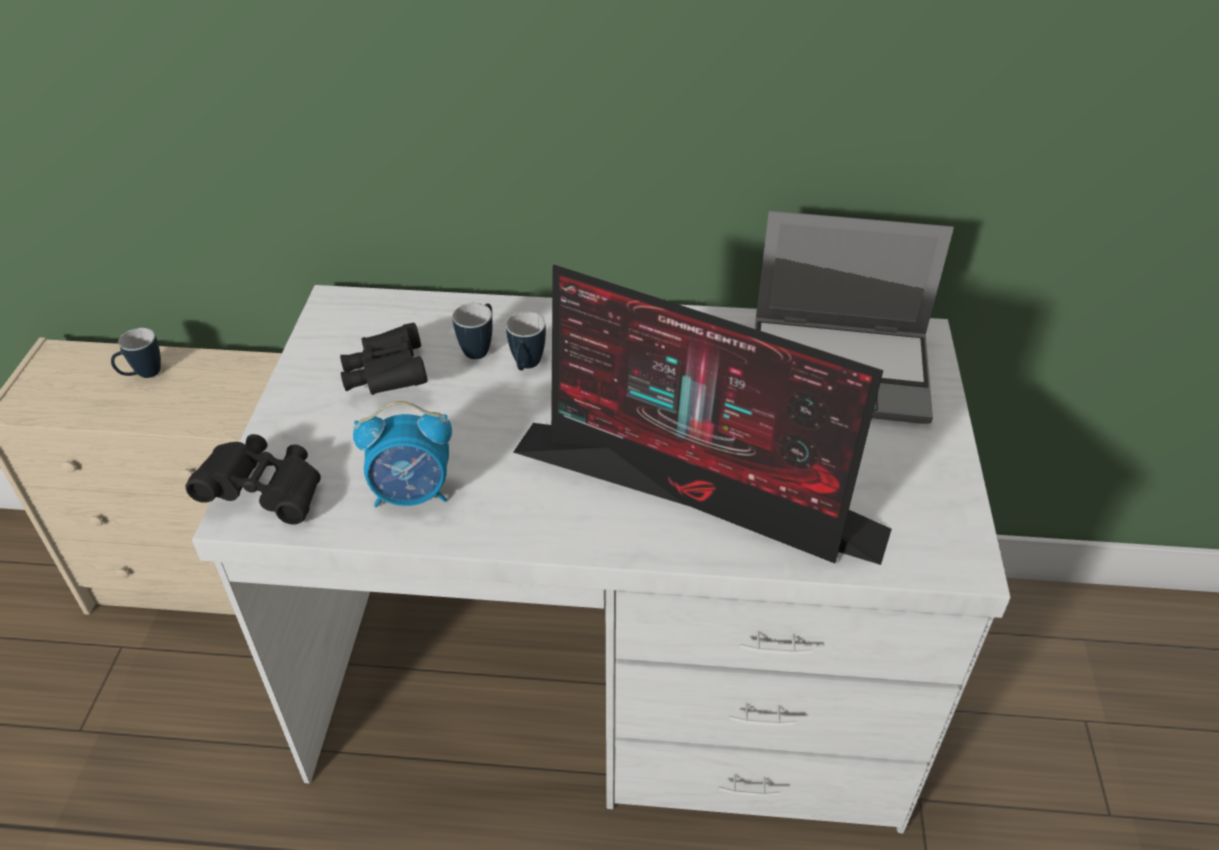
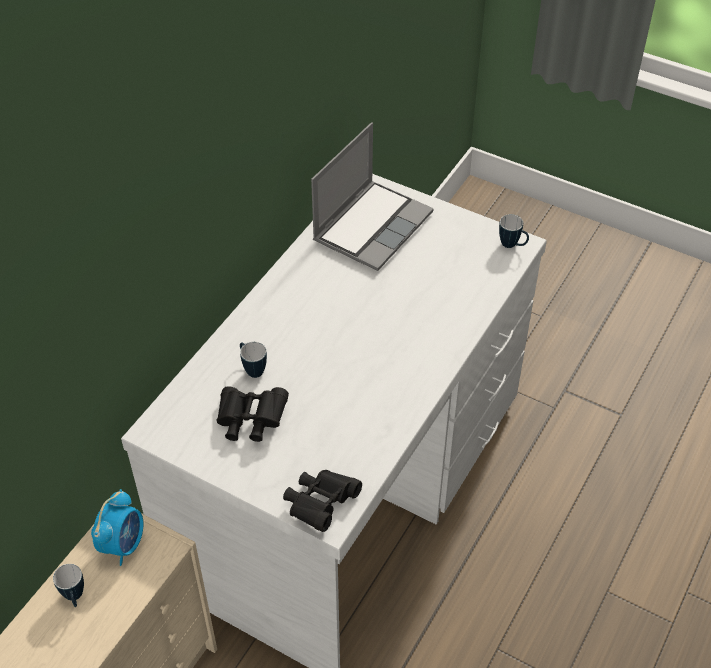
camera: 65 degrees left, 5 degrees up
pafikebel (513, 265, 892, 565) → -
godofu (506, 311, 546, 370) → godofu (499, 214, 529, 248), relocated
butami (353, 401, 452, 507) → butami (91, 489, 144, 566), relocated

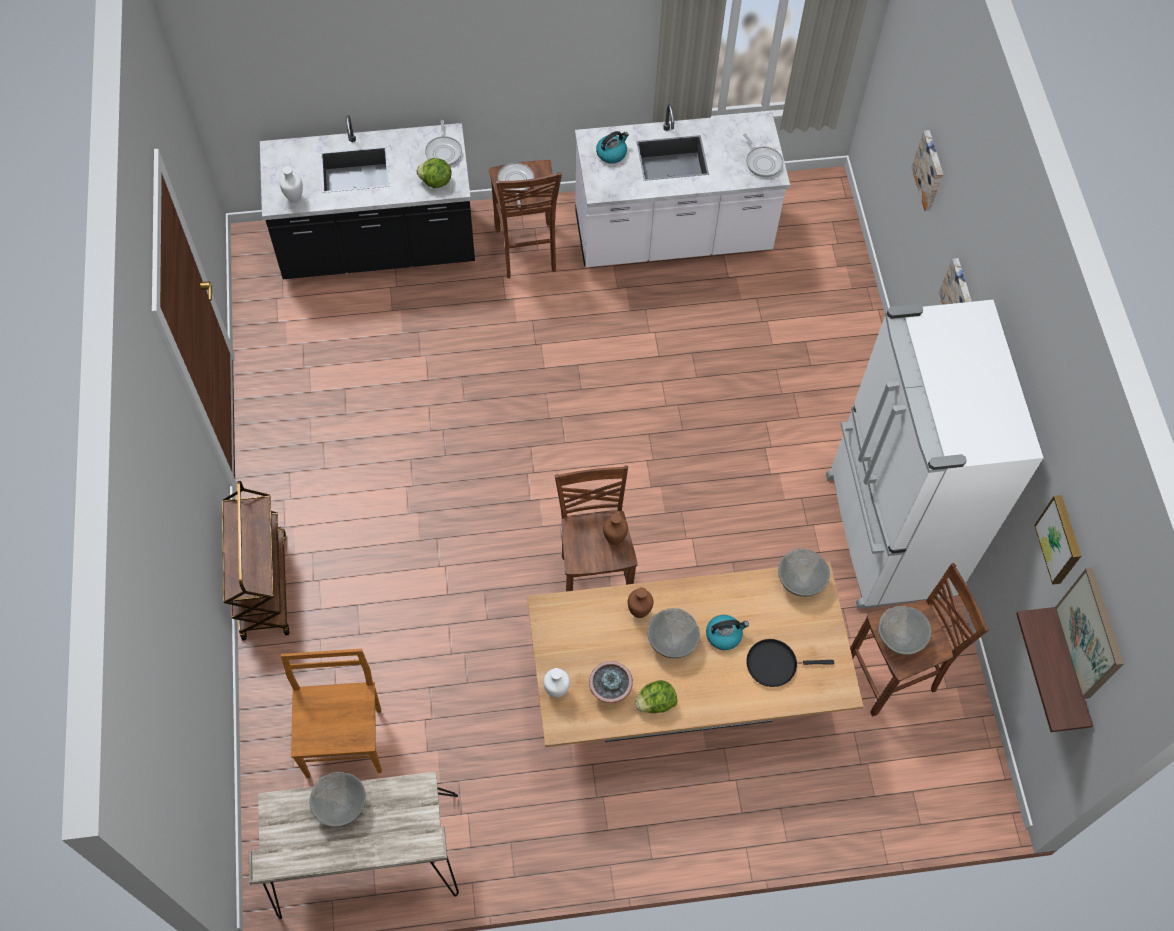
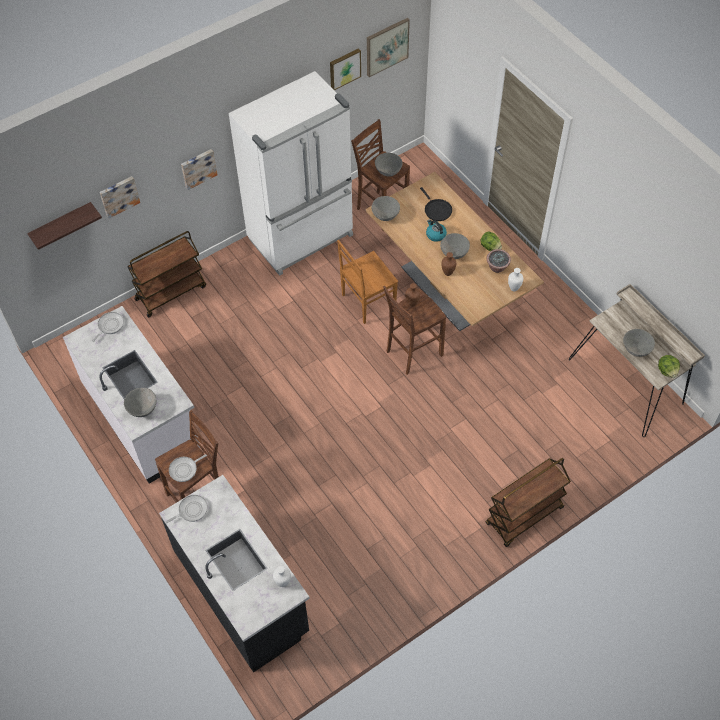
camera: 115 degrees left, 5 degrees down
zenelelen (596, 131, 629, 164) → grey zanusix (124, 388, 156, 417)
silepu (417, 158, 451, 188) → silepu (658, 355, 680, 378), relocated
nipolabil (1016, 607, 1093, 732) → nipolabil (27, 202, 102, 250), relocated
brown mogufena (281, 649, 382, 778) → brown mogufena (337, 240, 398, 324), relocated
- → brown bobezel (127, 231, 206, 317)

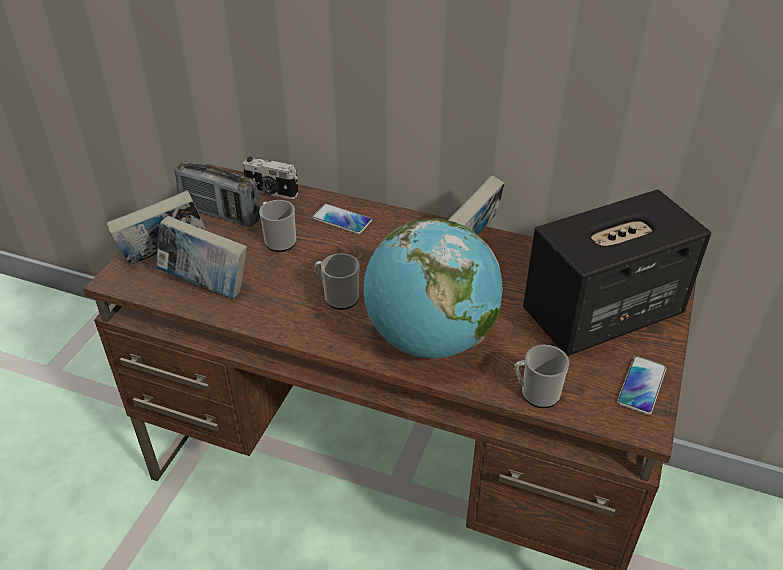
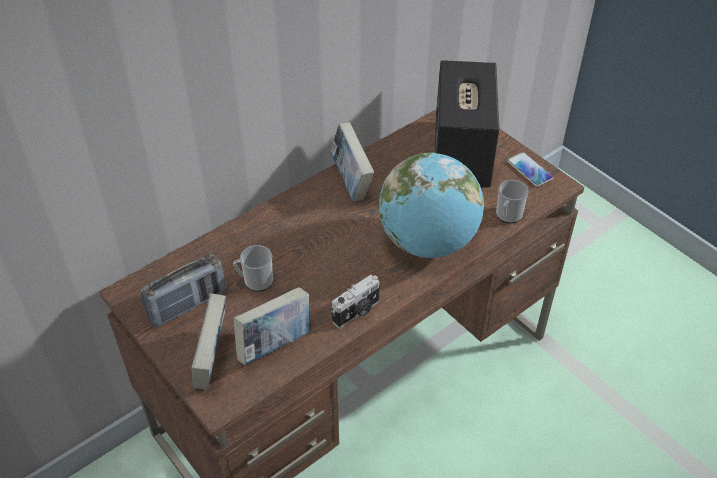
camera: 60 degrees left, 5 degrees up
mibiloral (243, 156, 298, 199) → mibiloral (332, 275, 380, 328), relocated
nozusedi (312, 204, 372, 234) → -
godofu (315, 253, 359, 310) → -

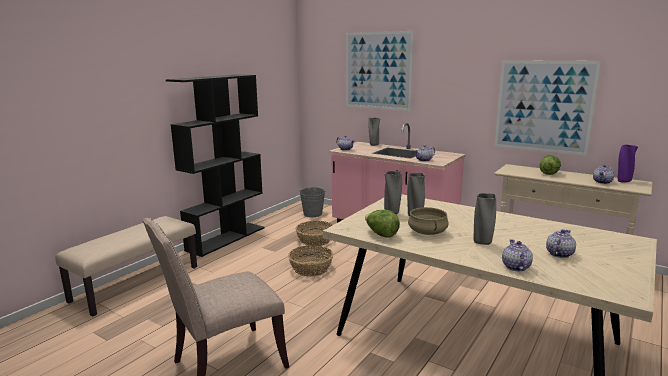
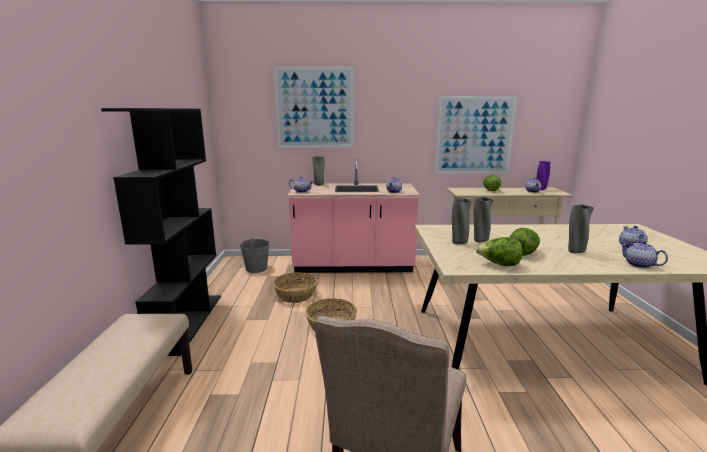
camera: 35 degrees left, 0 degrees up
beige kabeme (408, 207, 448, 235) → silepu (510, 228, 540, 256)

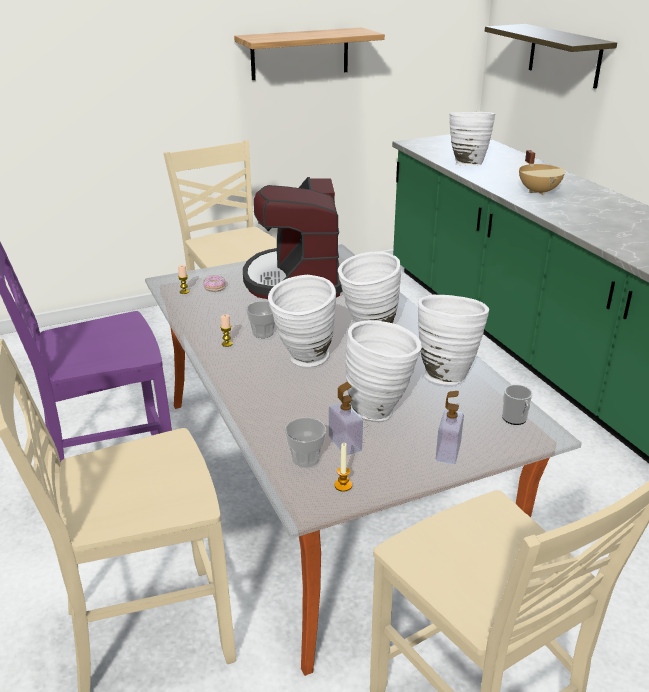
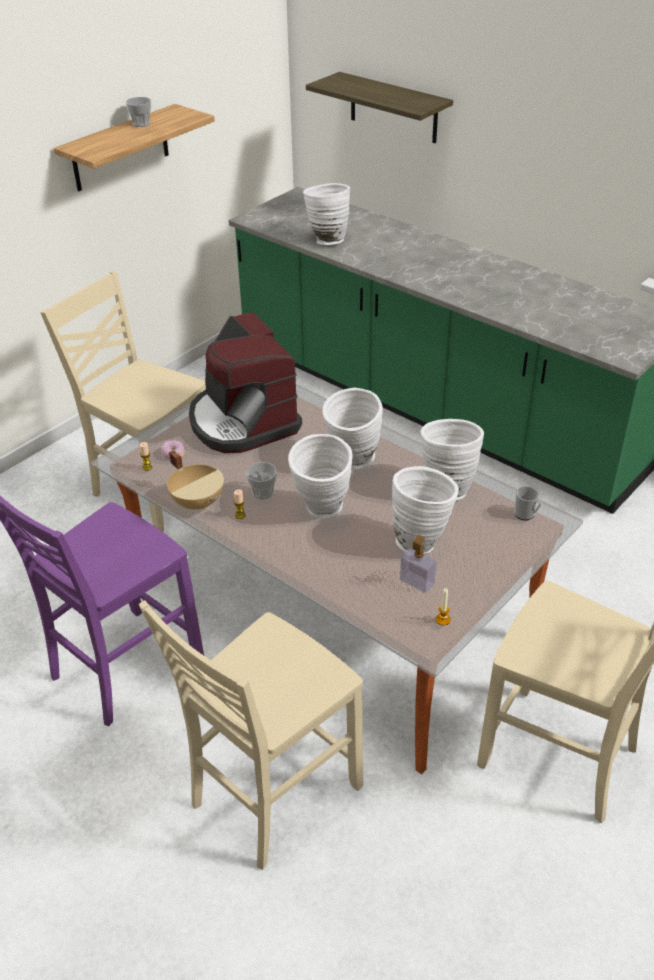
camera: 25 degrees left, 10 degrees up
beige kabeme (519, 150, 565, 195) → beige kabeme (167, 450, 224, 510), relocated
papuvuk (436, 391, 464, 464) → -
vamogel (285, 418, 326, 467) → vamogel (125, 97, 151, 127), relocated

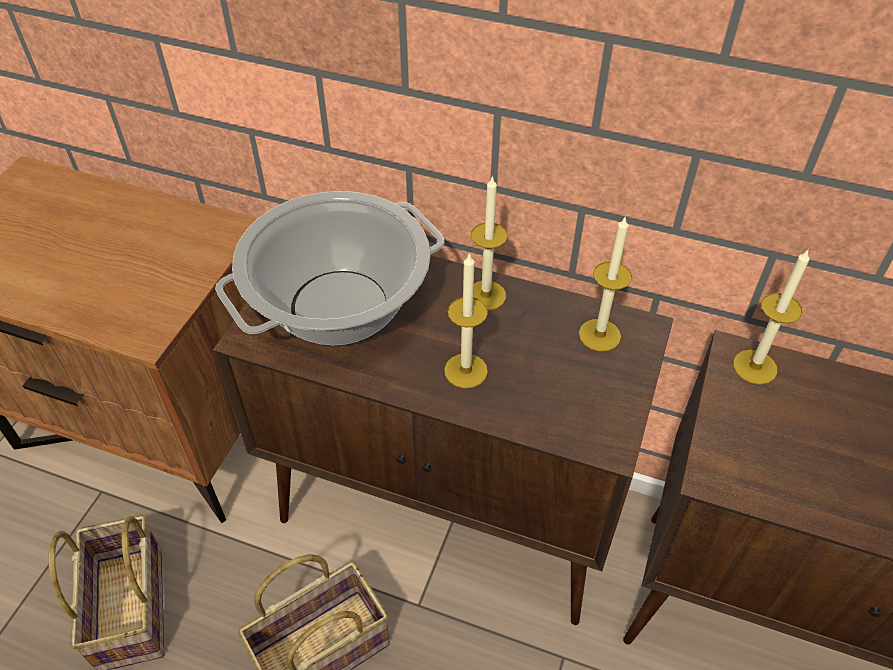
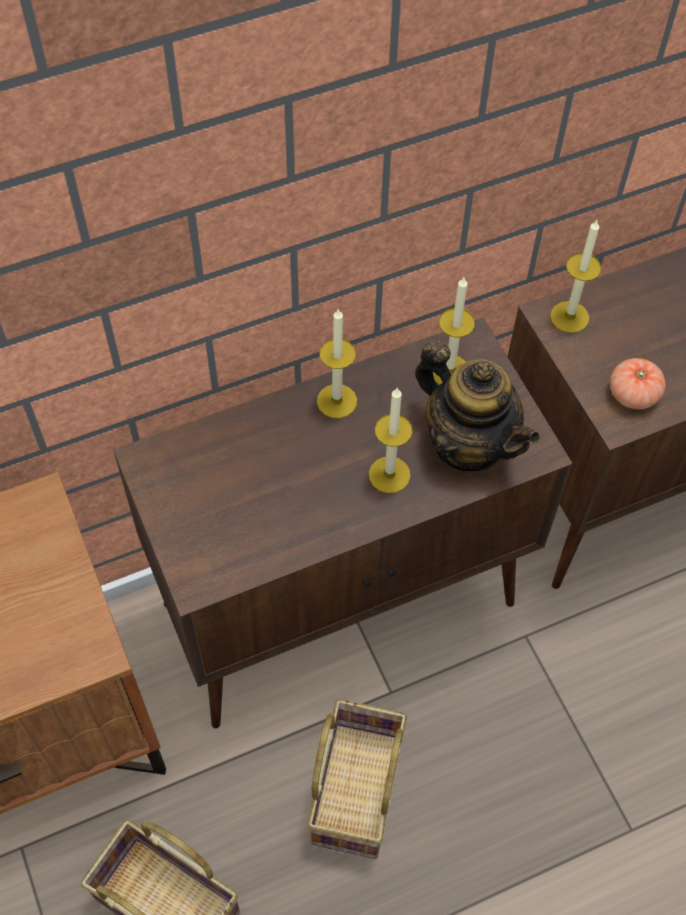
camera: 45 degrees left, 10 degrees up
kabeme (215, 191, 444, 345) → -
- → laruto (415, 340, 540, 471)
- → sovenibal (610, 358, 666, 409)

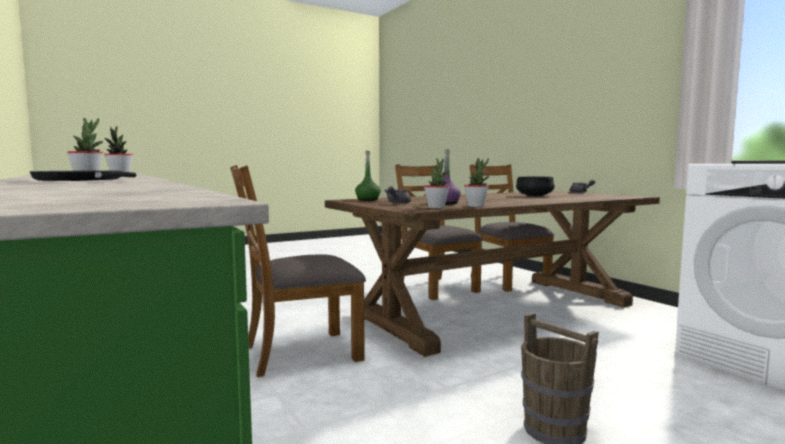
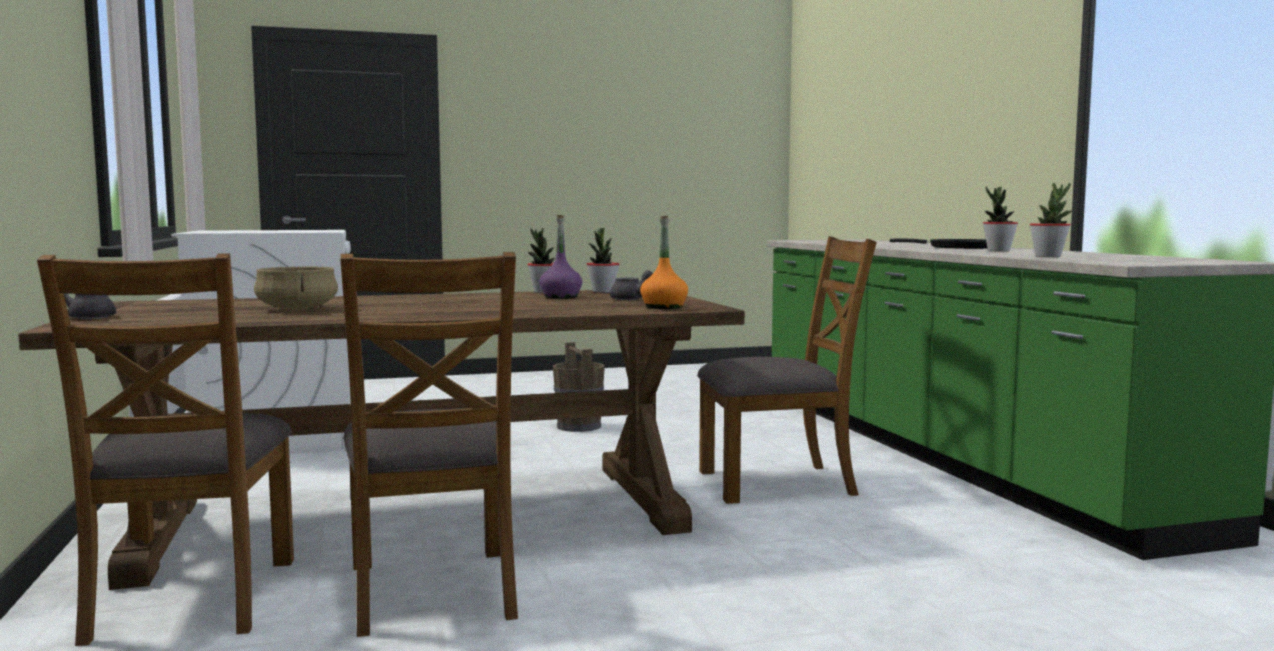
camera: 165 degrees left, 0 degrees up
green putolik (355, 151, 381, 201) → orange putolik (640, 215, 688, 309)
black kabeme (516, 176, 555, 196) → beige kabeme (254, 267, 338, 310)

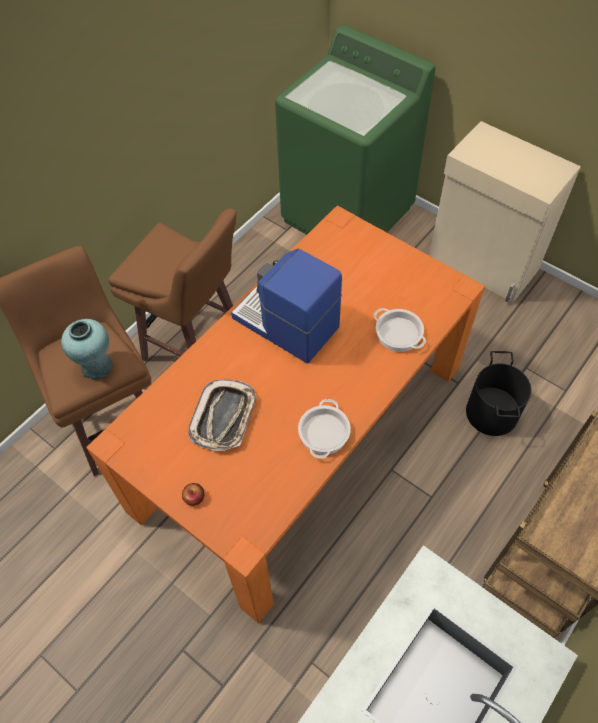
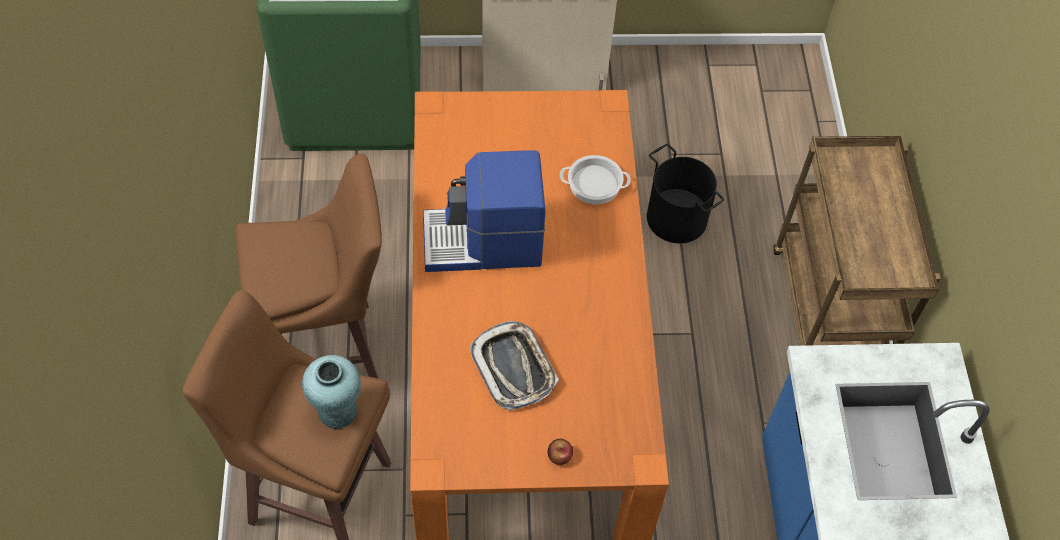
camera: 45 degrees left, 0 degrees up
kabeme (298, 399, 351, 458) → -

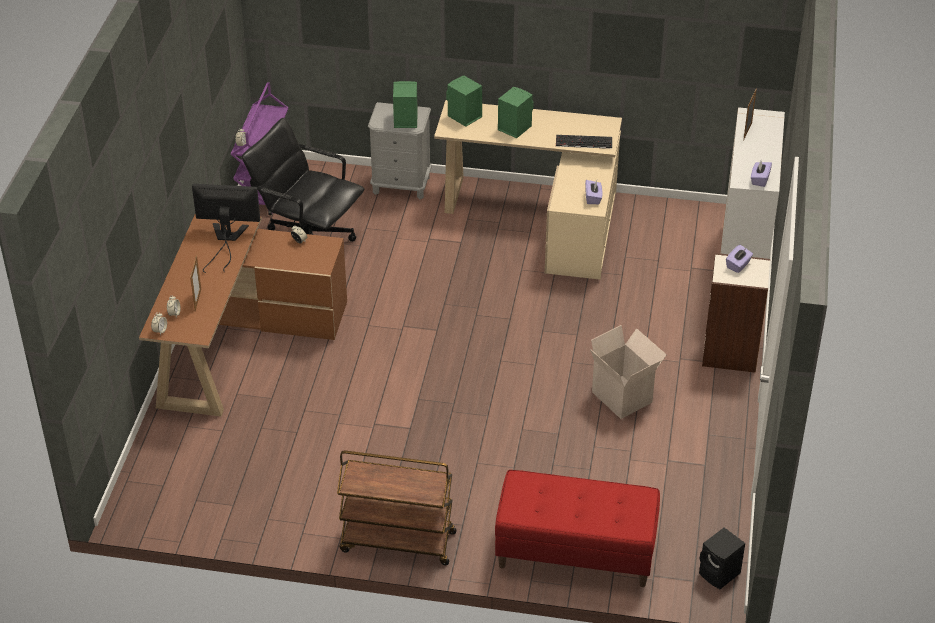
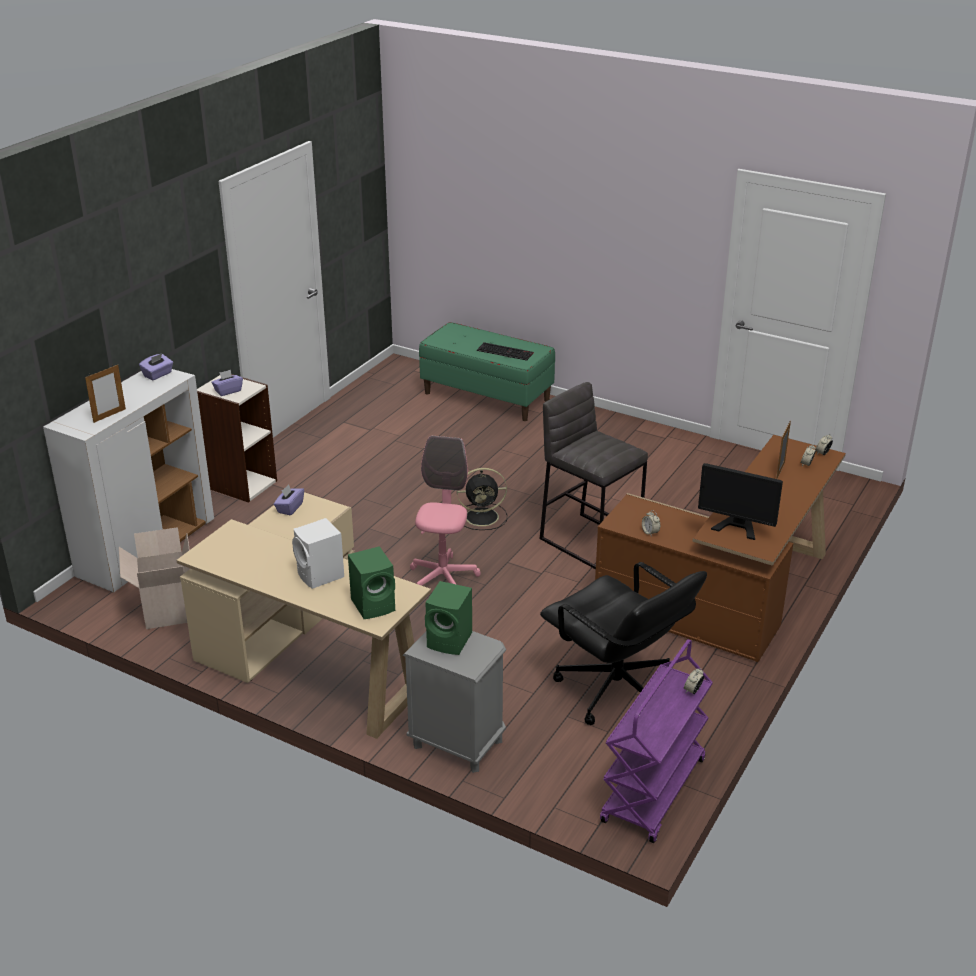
camera: 160 degrees left, 10 degrees down
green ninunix (498, 87, 534, 138) → white ninunix (292, 518, 344, 589)
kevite (556, 135, 612, 149) → kevite (477, 342, 534, 361), relocated
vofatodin (590, 325, 667, 419) → vofatodin (119, 527, 190, 629), relocated
brown bobezel (337, 451, 457, 565) → -
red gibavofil (495, 470, 660, 587) → green gibavofil (419, 322, 555, 421)
black ninunix (699, 528, 745, 589) → -
- → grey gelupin (540, 382, 648, 569)
- → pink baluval (410, 436, 480, 586)
- → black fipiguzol (457, 468, 507, 530)

